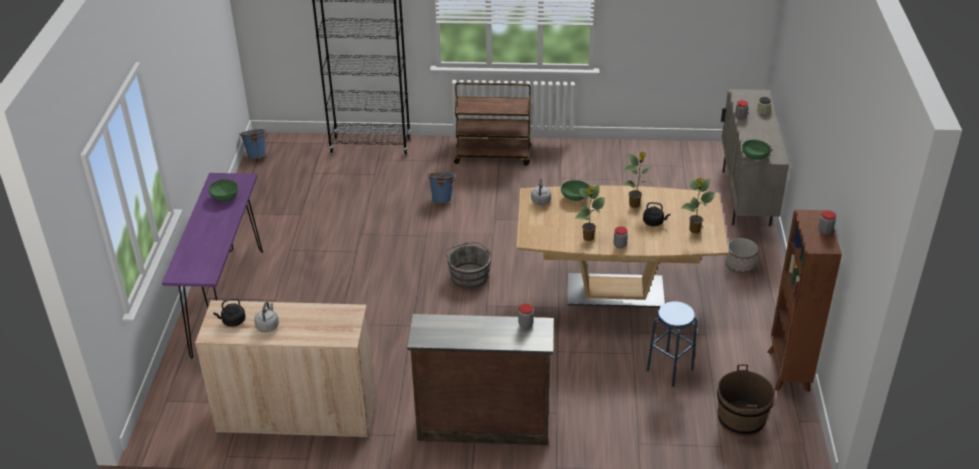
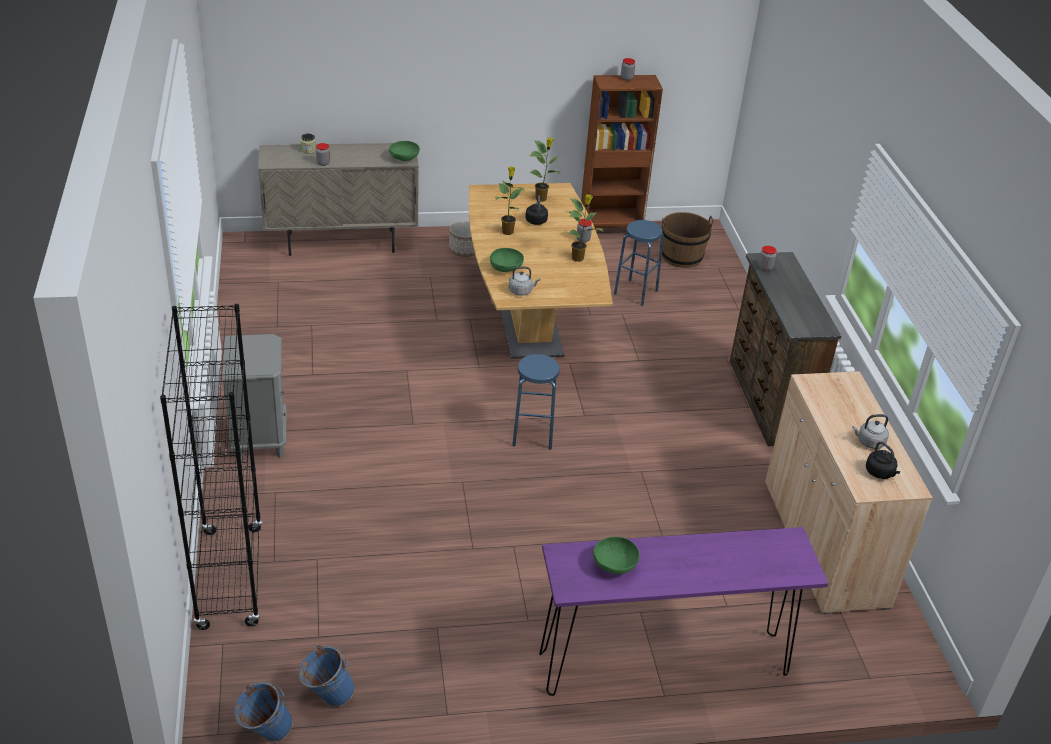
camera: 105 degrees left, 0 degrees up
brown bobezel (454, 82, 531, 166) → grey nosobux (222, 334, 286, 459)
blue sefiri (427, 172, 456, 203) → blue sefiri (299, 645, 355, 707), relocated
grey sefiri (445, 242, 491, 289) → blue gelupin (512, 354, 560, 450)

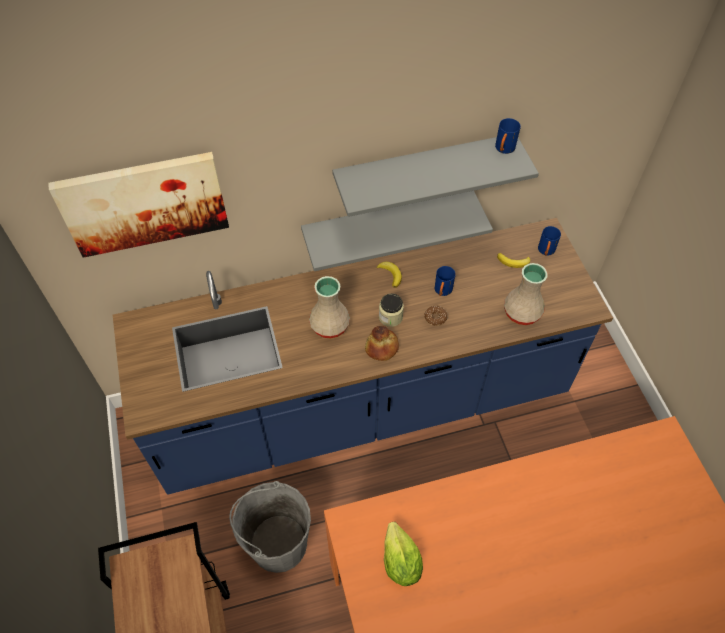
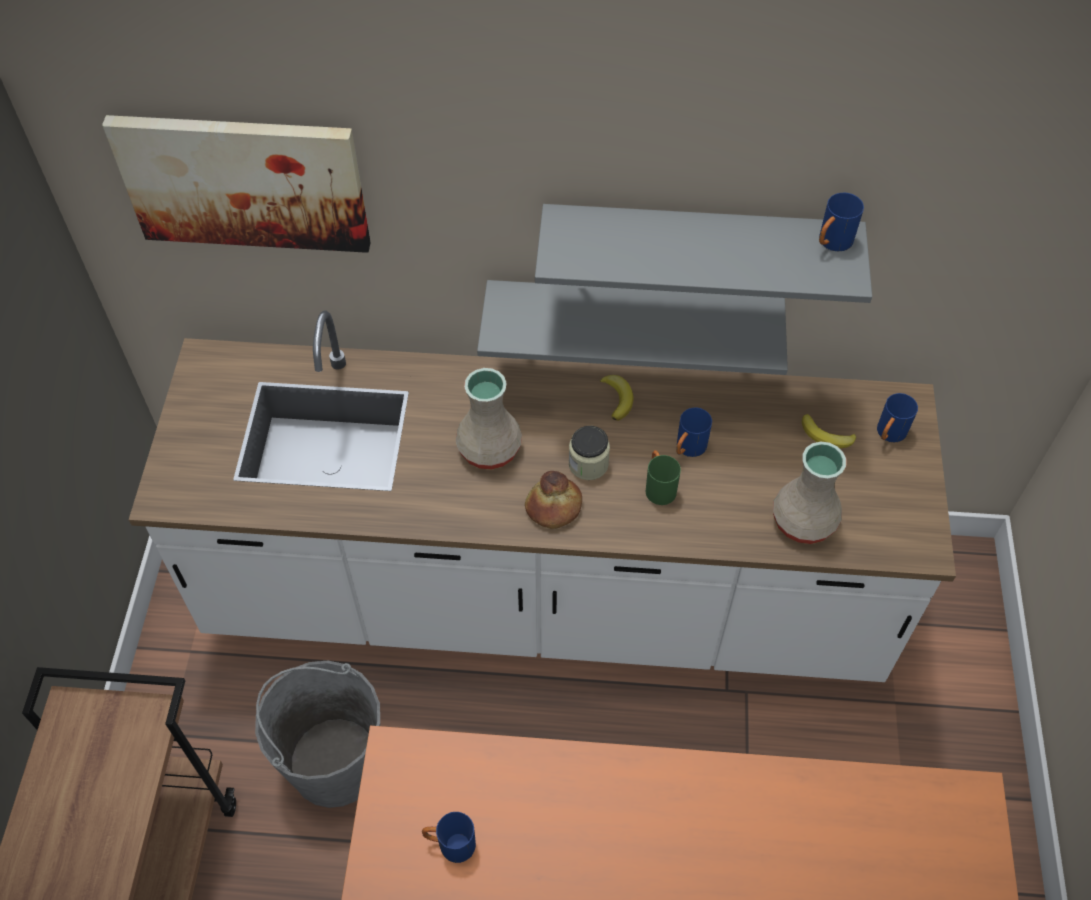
camera: 20 degrees right, 0 degrees up
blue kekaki (113, 218, 613, 495) → white kekaki (129, 310, 956, 682)
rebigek (424, 306, 447, 326) → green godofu (646, 450, 681, 505)
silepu (384, 522, 423, 586) → blue godofu (422, 812, 476, 863)

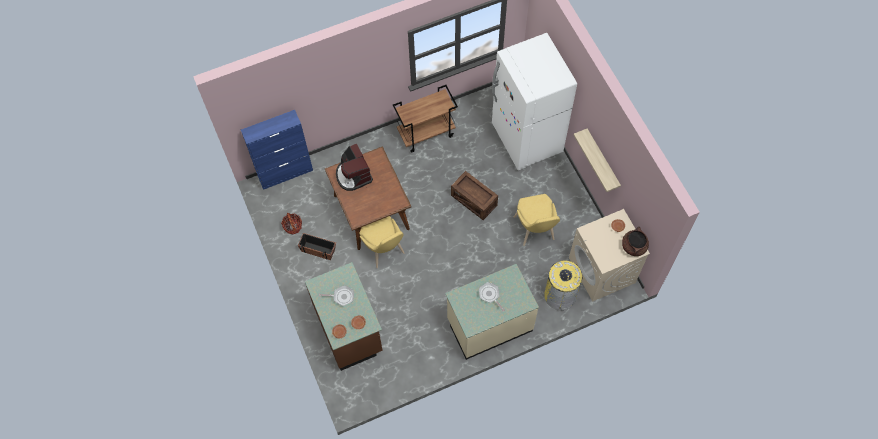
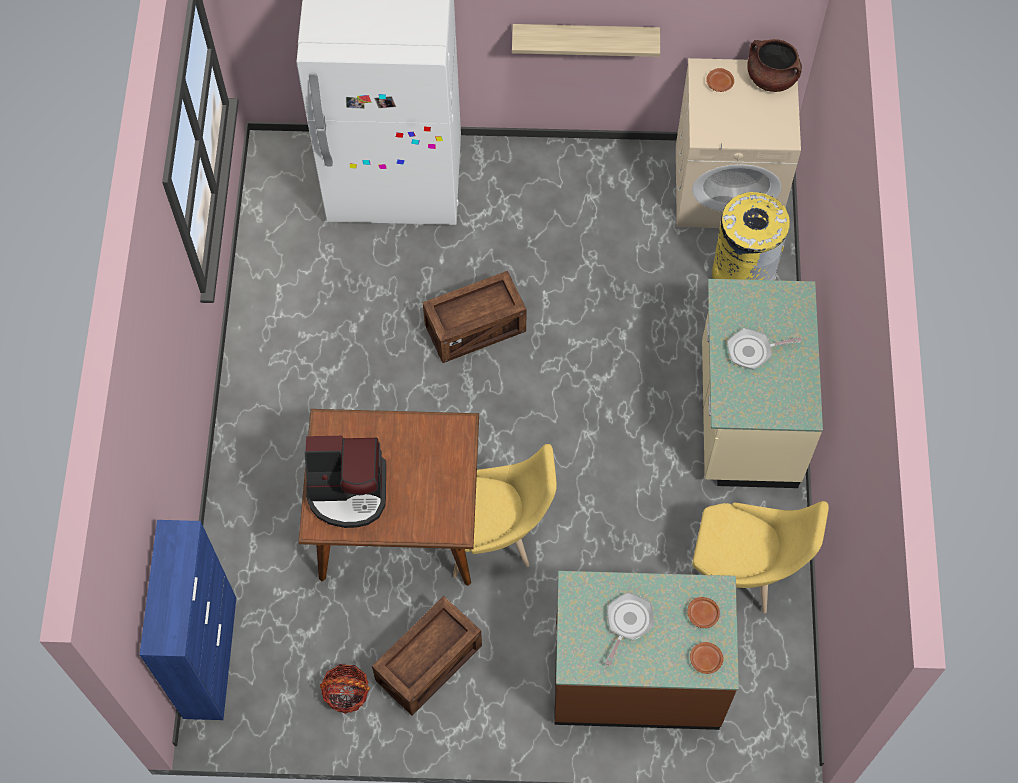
camera: 65 degrees left, 0 degrees up
brown bobezel (393, 85, 458, 153) → -
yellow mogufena (514, 194, 560, 246) → yellow mogufena (692, 501, 829, 614), relocated
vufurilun (298, 233, 336, 260) → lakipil (372, 596, 482, 716)

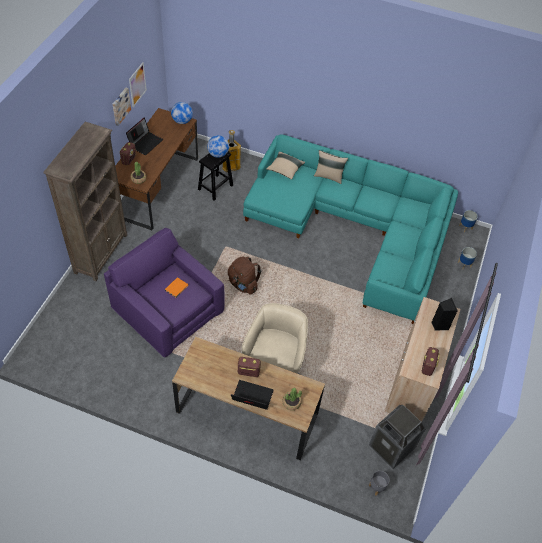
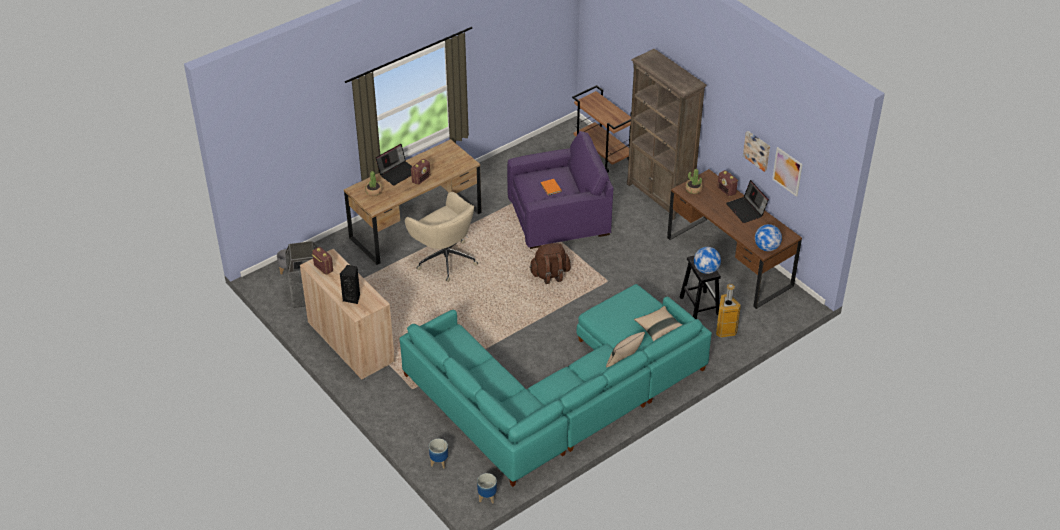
camera: 125 degrees right, 10 degrees down
- → brown bobezel (572, 85, 631, 173)

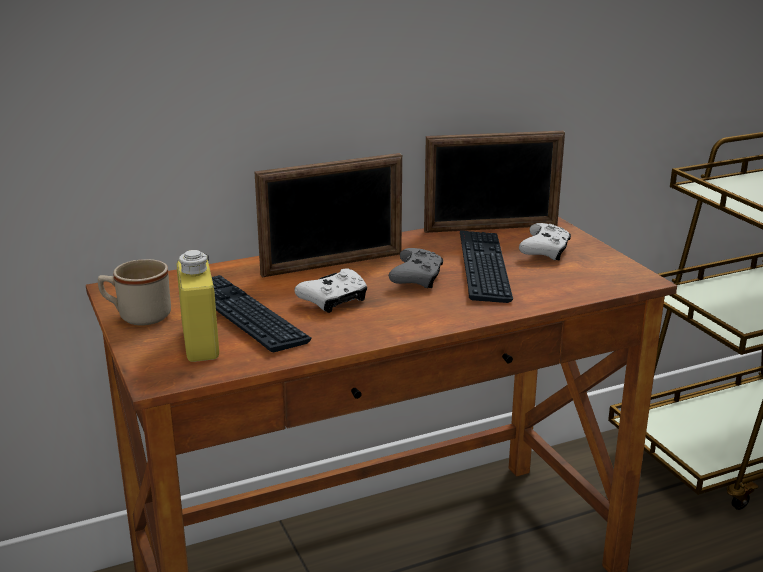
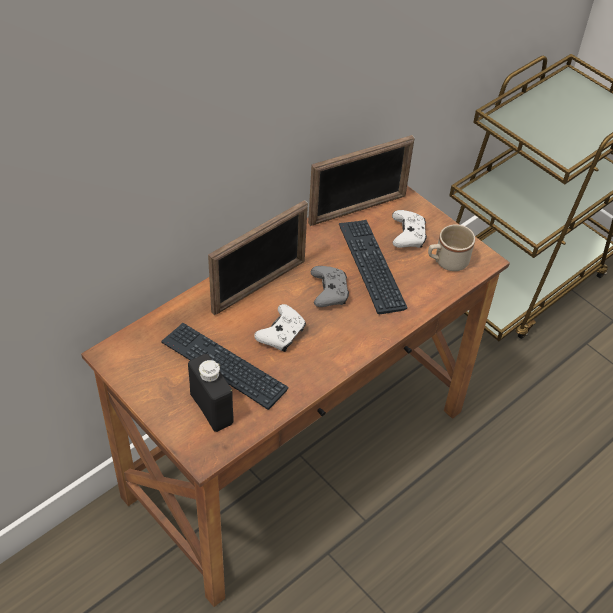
camera: 20 degrees left, 25 degrees up
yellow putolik (177, 250, 219, 362) → black putolik (188, 354, 234, 432)
beige godofu (98, 259, 171, 326) → beige godofu (428, 224, 475, 271), relocated

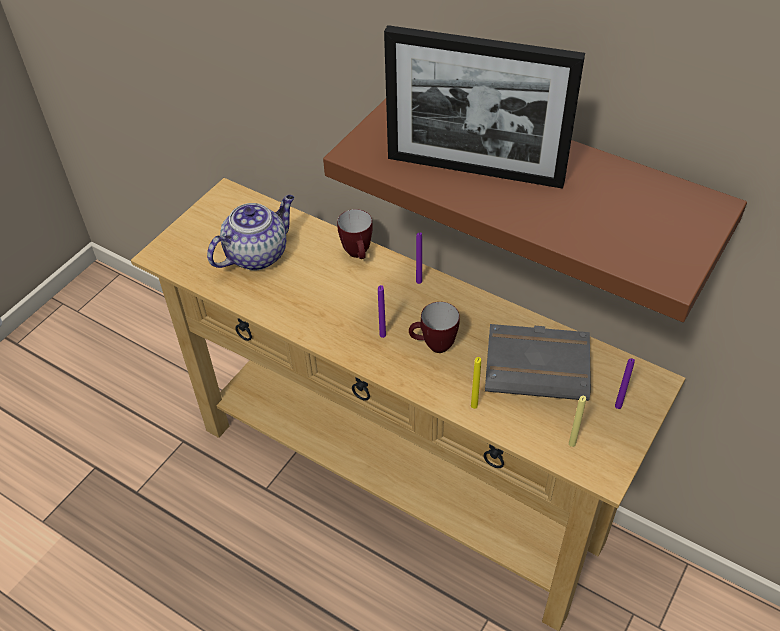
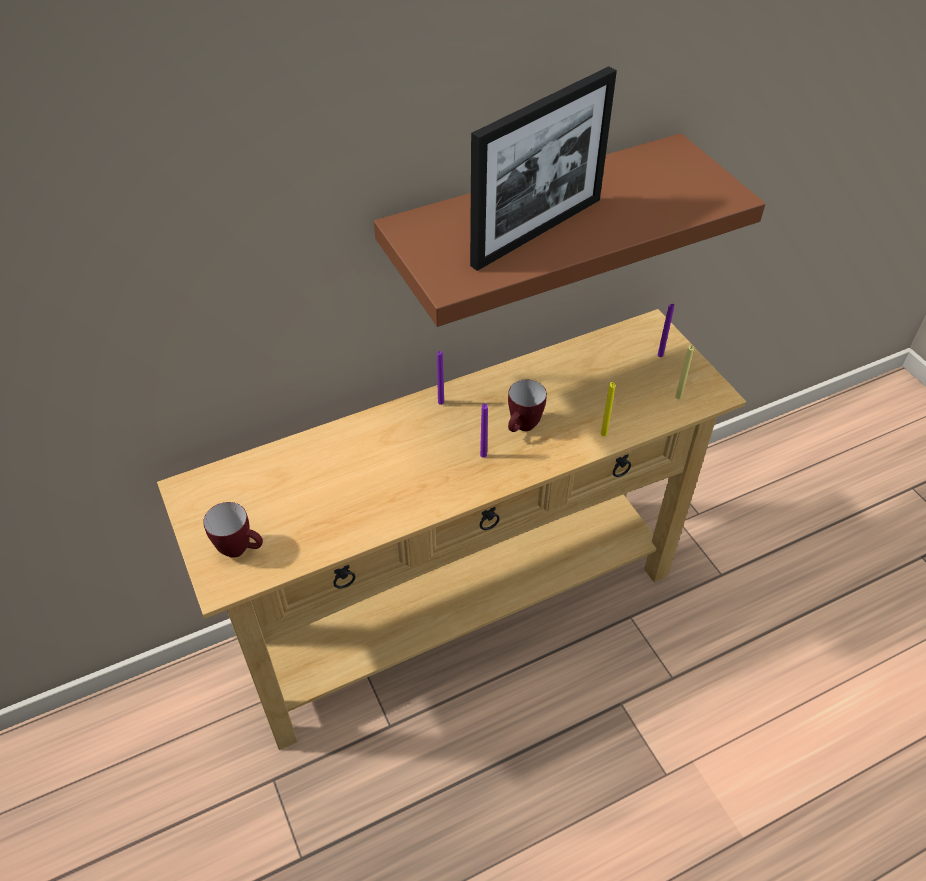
camera: 60 degrees left, 0 degrees up
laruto (207, 195, 294, 271) → -
godofu (337, 209, 373, 259) → godofu (203, 502, 263, 558), relocated
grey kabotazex (485, 324, 591, 401) → -

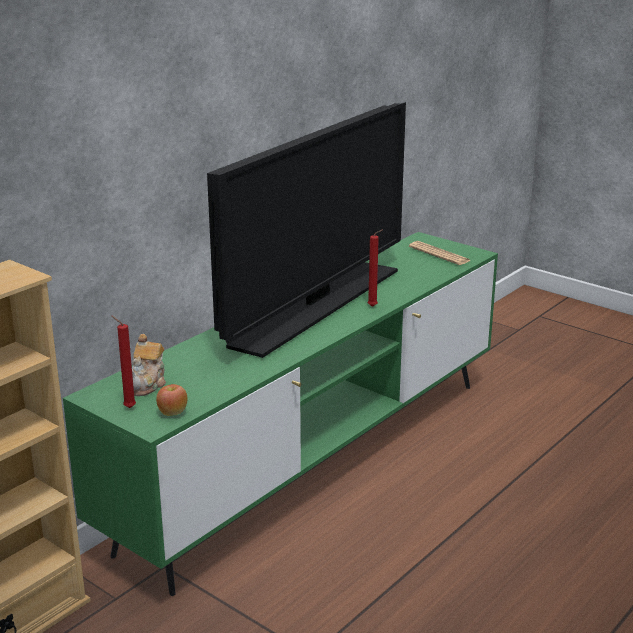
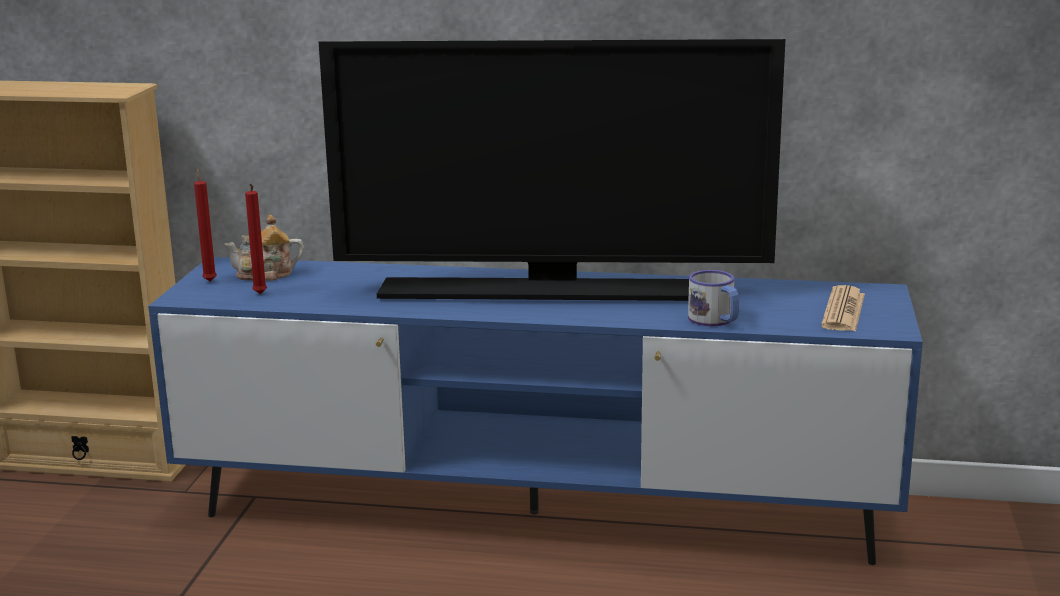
camera: 60 degrees right, 5 degrees down
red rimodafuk (367, 230, 382, 307) → red rimodafuk (245, 184, 267, 294), relocated
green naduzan (63, 232, 498, 596) → blue naduzan (148, 257, 923, 565)
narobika (156, 384, 188, 416) → -
- → godofu (688, 270, 739, 326)

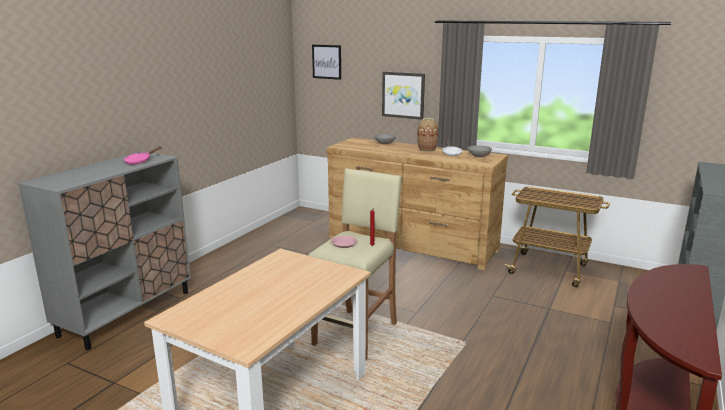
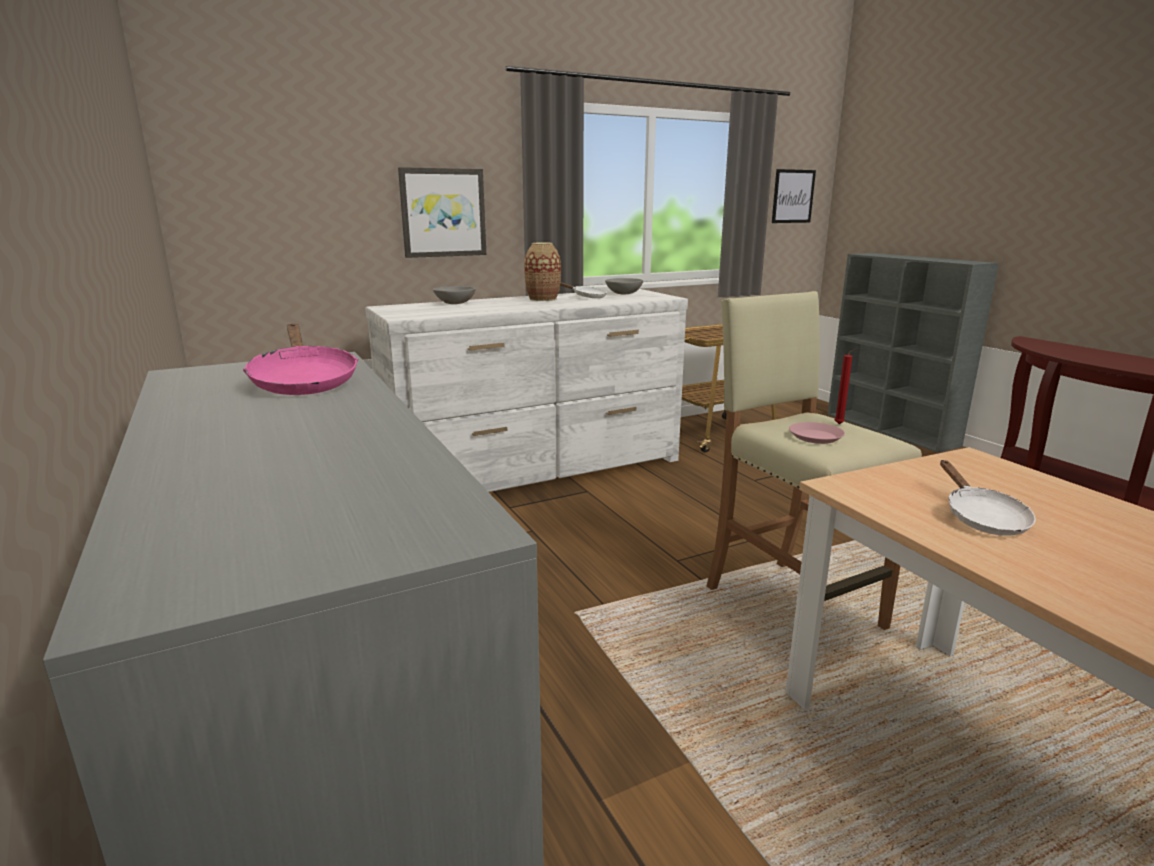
camera: 55 degrees left, 0 degrees up
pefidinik (312, 45, 341, 80) → pefidinik (772, 169, 816, 223), relocated
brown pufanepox (327, 137, 508, 270) → white pufanepox (365, 289, 688, 492)
- → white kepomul (940, 460, 1036, 536)

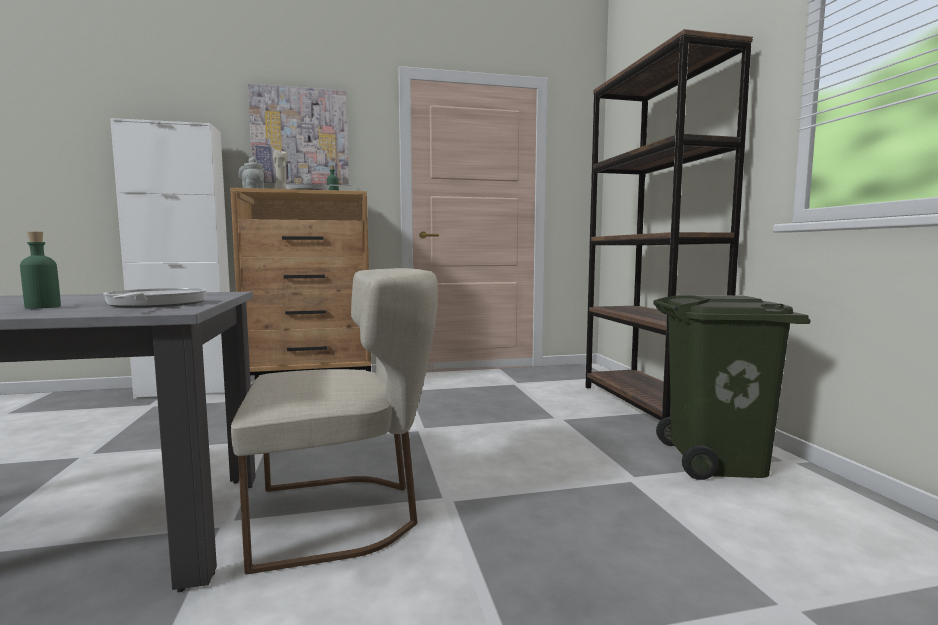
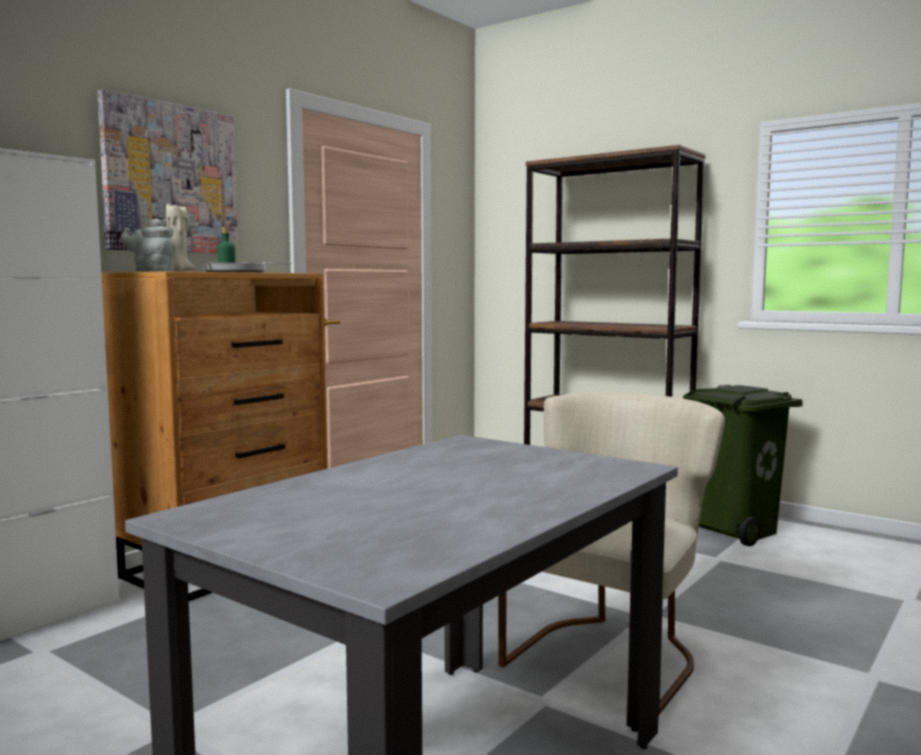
camera: 40 degrees left, 0 degrees up
green putolik (20, 232, 61, 309) → -
kepomul (103, 288, 207, 308) → -

